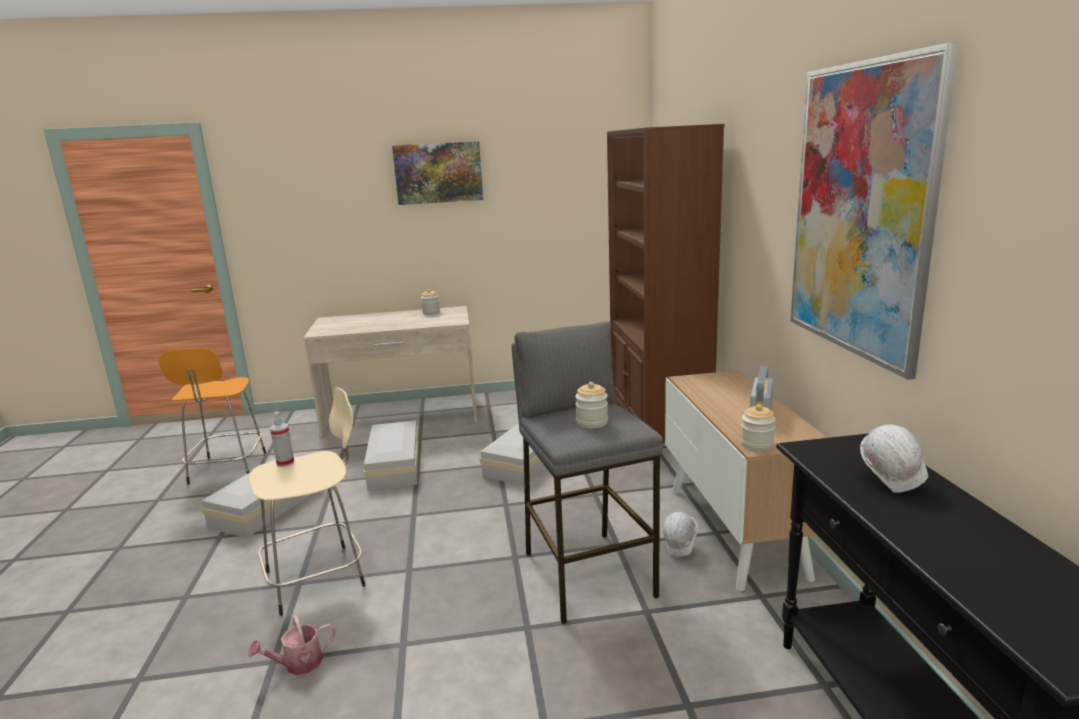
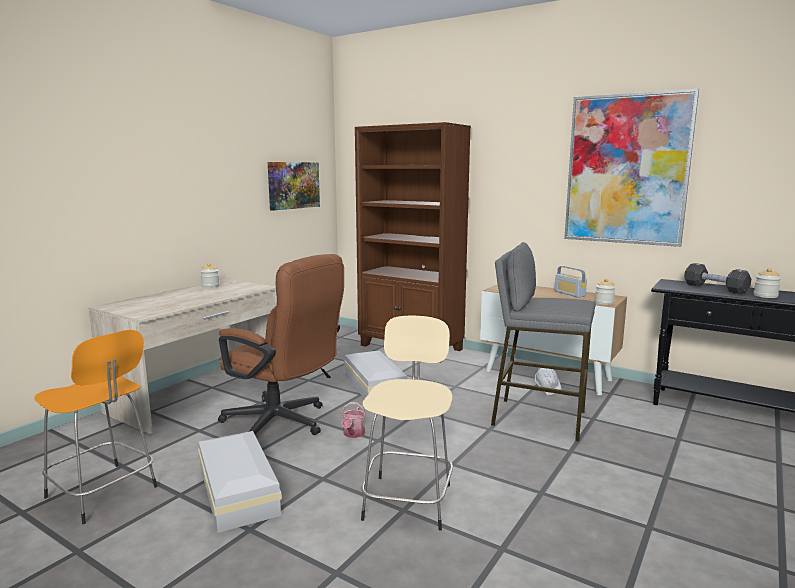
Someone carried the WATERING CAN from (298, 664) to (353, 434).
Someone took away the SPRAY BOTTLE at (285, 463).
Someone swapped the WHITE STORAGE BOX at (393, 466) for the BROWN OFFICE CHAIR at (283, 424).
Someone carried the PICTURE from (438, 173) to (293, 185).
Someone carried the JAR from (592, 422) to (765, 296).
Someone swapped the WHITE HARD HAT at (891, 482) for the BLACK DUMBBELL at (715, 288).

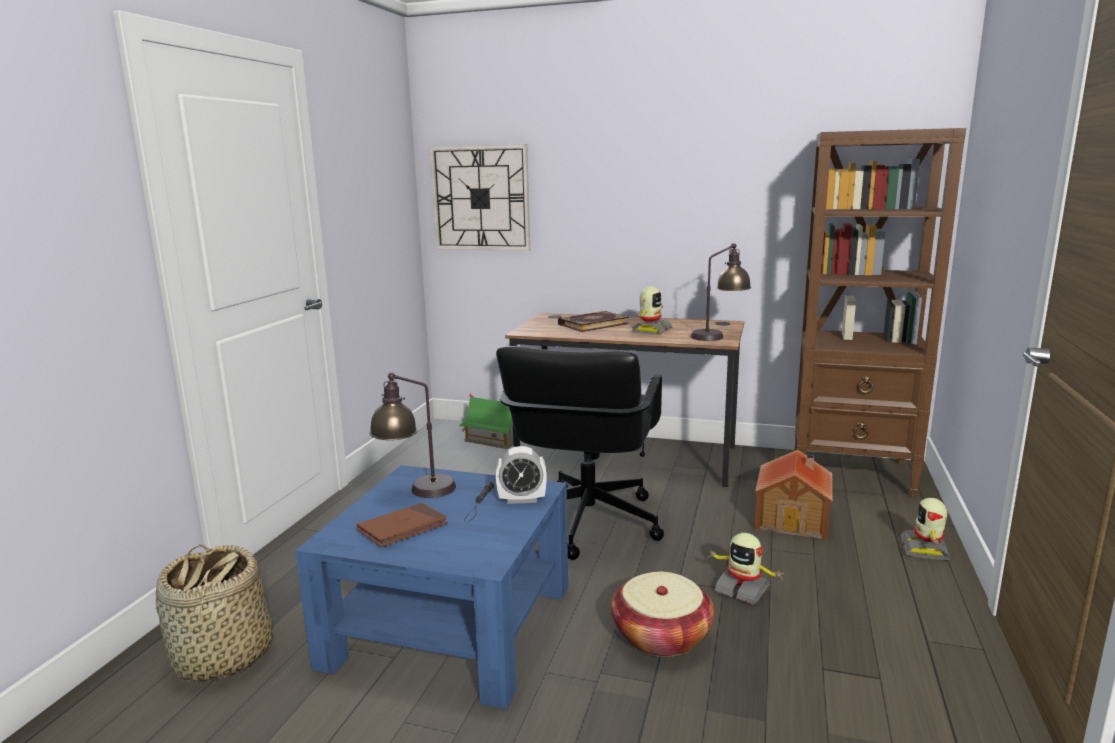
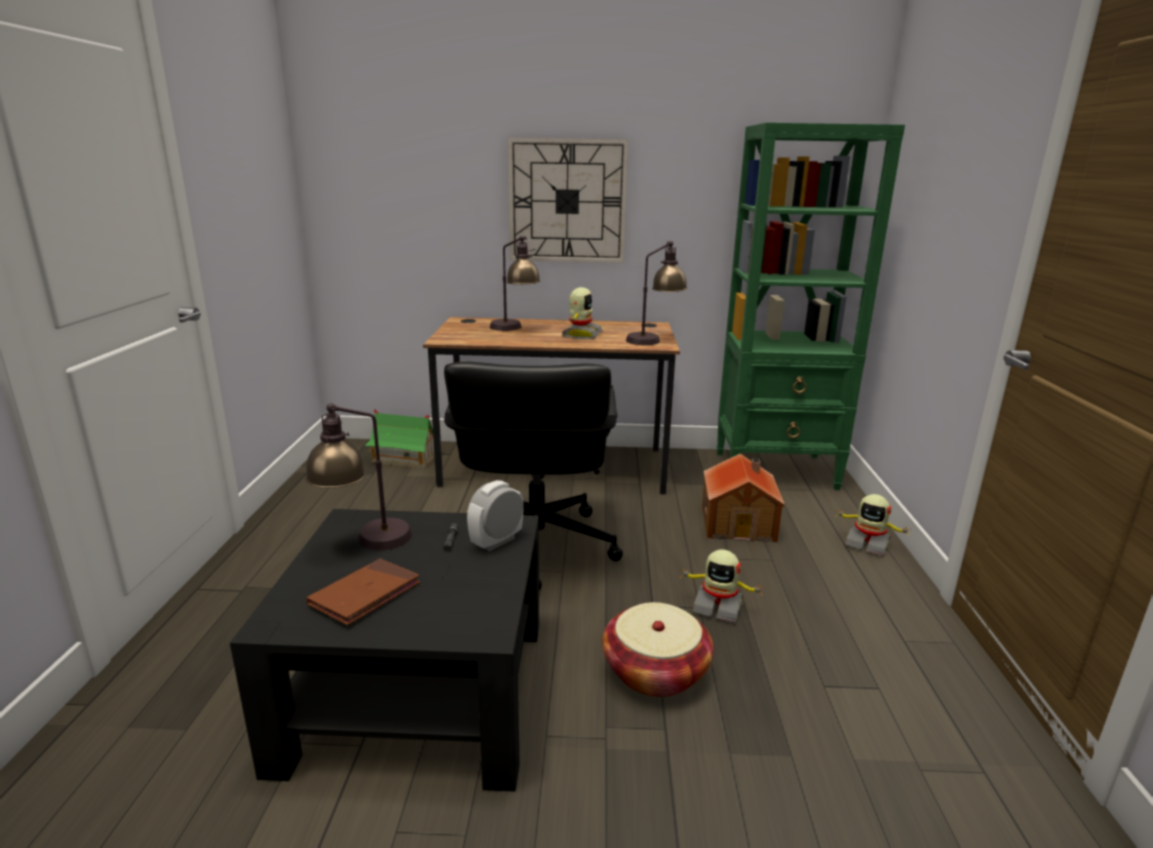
Someone took away the BASKET at (222, 657).
Someone repainted the BLUE COFFEE TABLE at (450, 625), which became the BLACK COFFEE TABLE at (418, 692).
Someone carried the WALL CLOCK from (481, 198) to (567, 201).
Someone rotated the ALARM CLOCK at (522, 499) by 150 degrees clockwise.
Someone swapped the BOOK at (592, 324) for the TABLE LAMP at (515, 329).
Someone repainted the BROWN BOOKCASE at (852, 474), which became the GREEN BOOKCASE at (776, 470).
Someone rotated the TOY ROBOT at (925, 549) by 60 degrees counterclockwise.

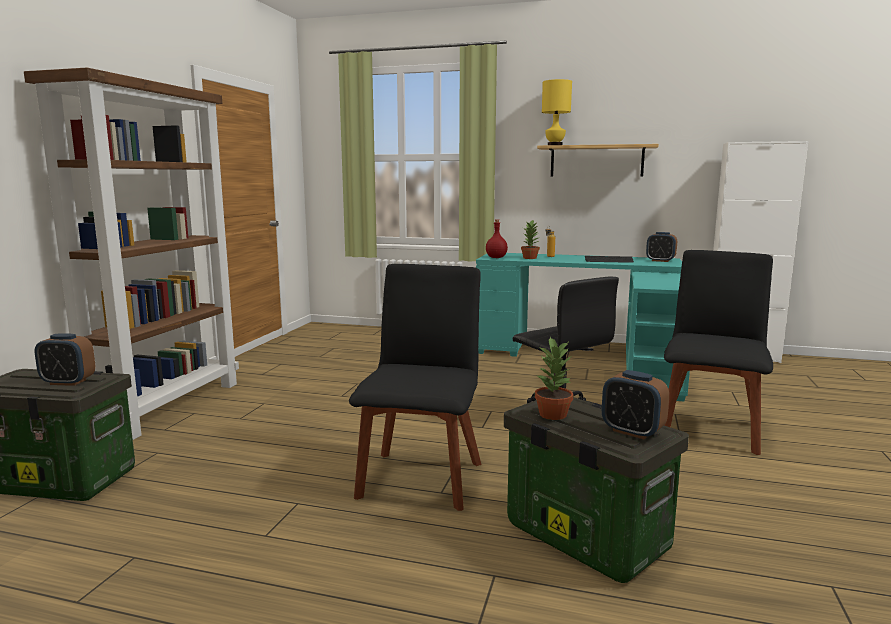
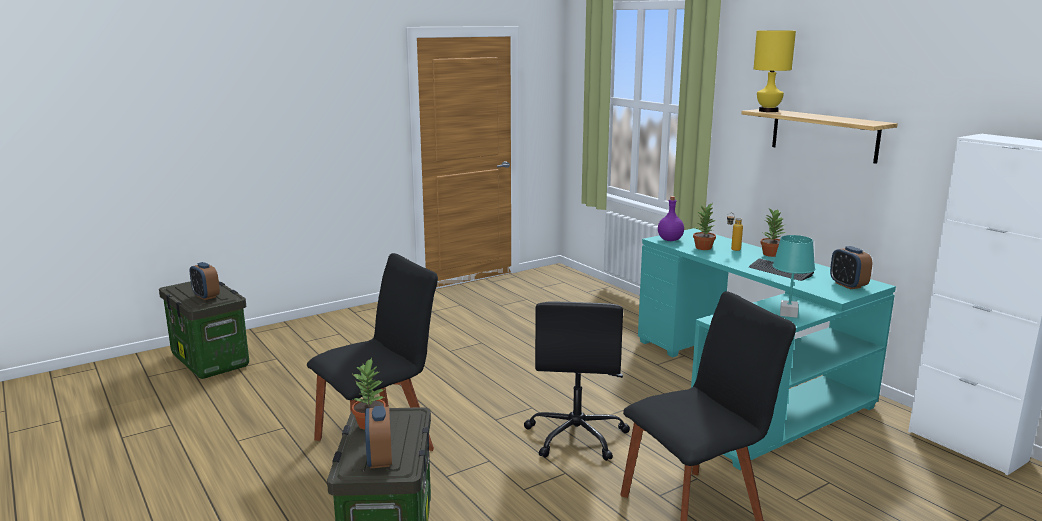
Someone took away the BROWN BOOKCASE at (167, 406).
Someone repainted the RED BOTTLE at (496, 257), which became the PURPLE BOTTLE at (669, 240).
Someone put down the POTTED PLANT at (771, 254).
Someone put down the TURQUOISE TABLE LAMP at (788, 313).

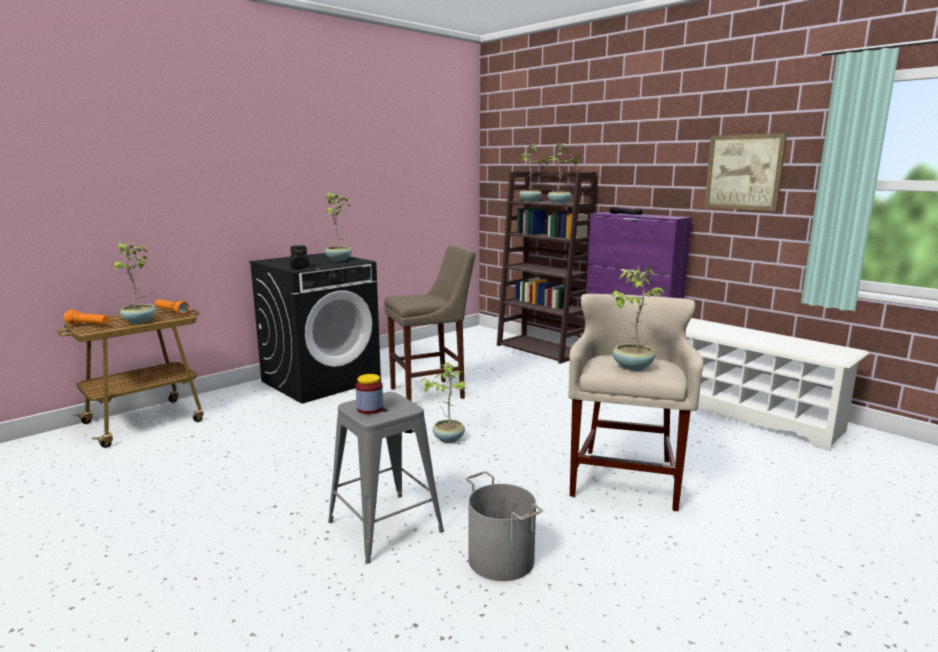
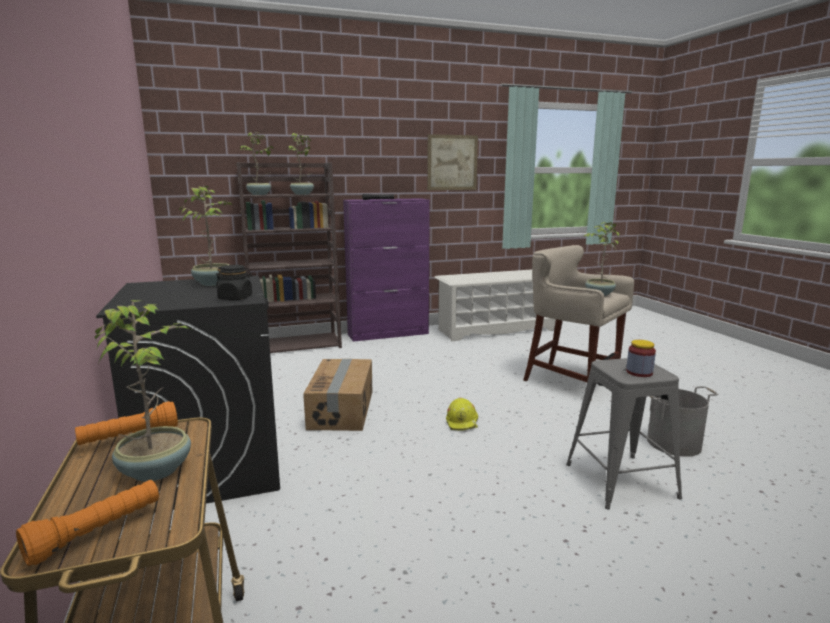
Someone swapped the BEIGE STOOL at (431, 393) for the CARDBOARD BOX at (342, 409).
Someone swapped the POTTED PLANT at (448, 438) for the YELLOW HARD HAT at (462, 422).

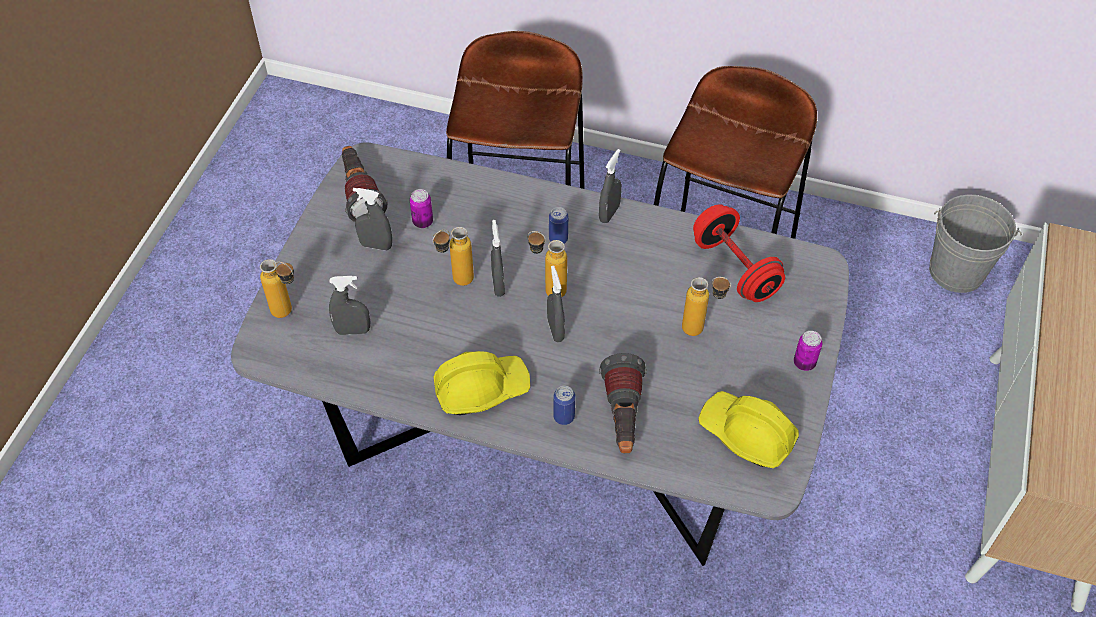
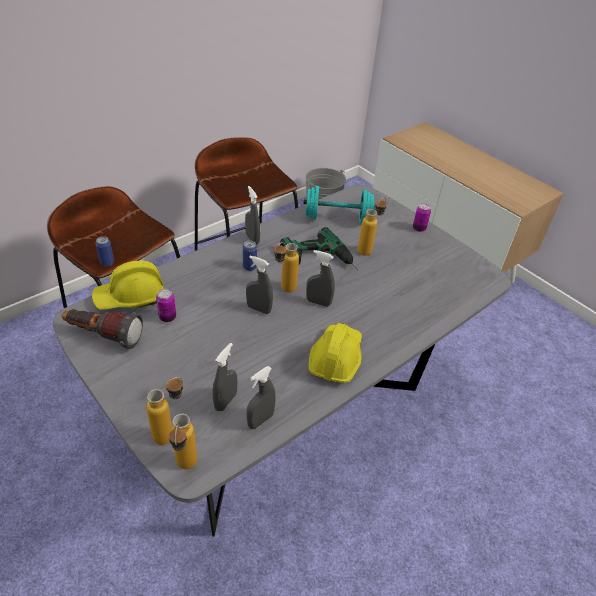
Someone carried the GREY SPRAY BOTTLE from (376, 245) to (260, 420).
Someone carried the BOTTLE from (455, 282) to (185, 469).
Someone carried the CAN from (564, 417) to (107, 263).
Someone took away the FLASHLIGHT at (623, 418).
Someone repainted the RED DUMBBELL at (735, 268), which became the TURQUOISE DUMBBELL at (337, 218).
Someone carried the YELLOW HARD HAT from (747, 434) to (130, 297).
Someone put down the POWER DRILL at (321, 261).

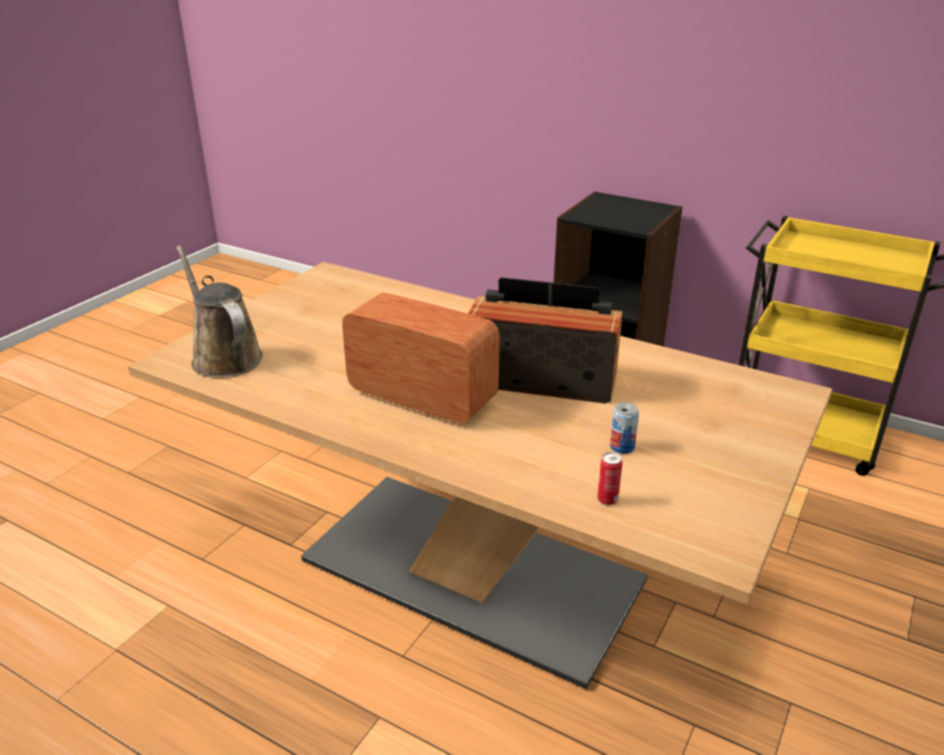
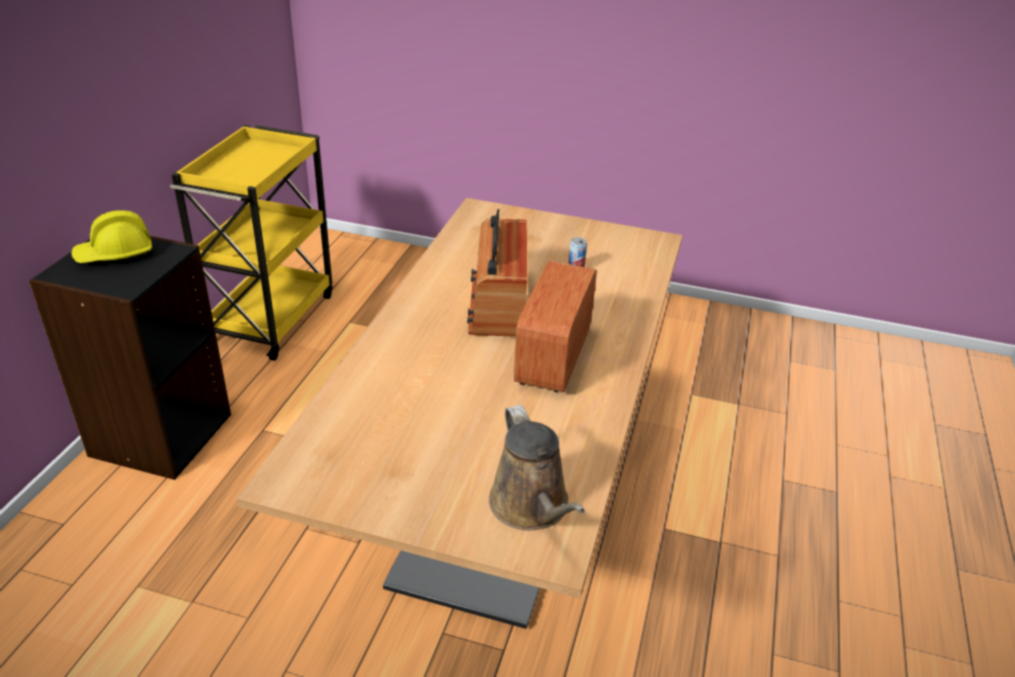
Someone rotated the BROWN WATERING CAN at (224, 357) by 60 degrees counterclockwise.
Someone took away the CAN at (607, 500).
Someone put down the YELLOW HARD HAT at (115, 255).

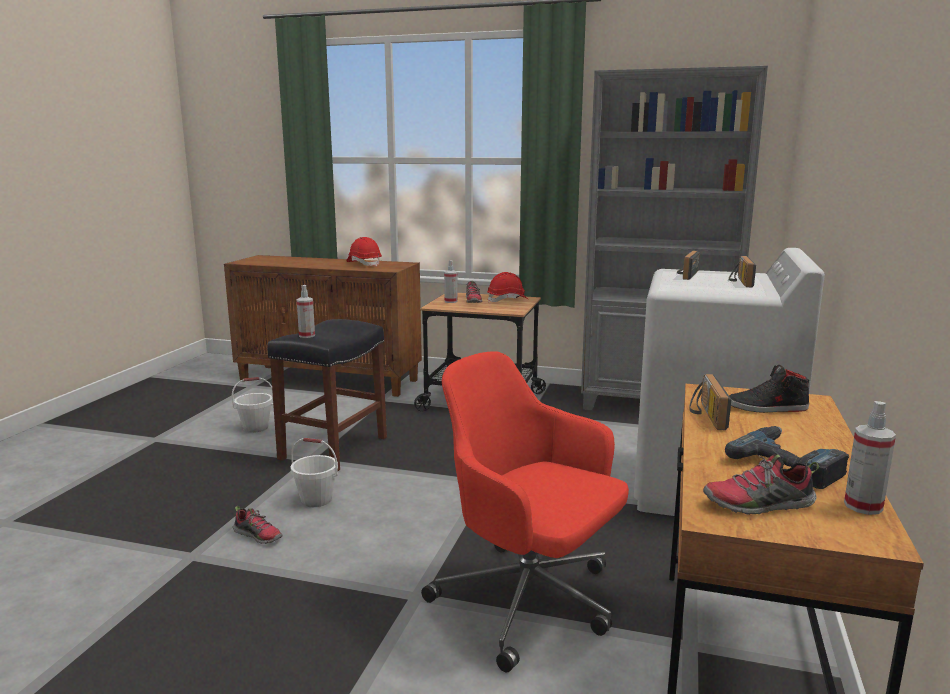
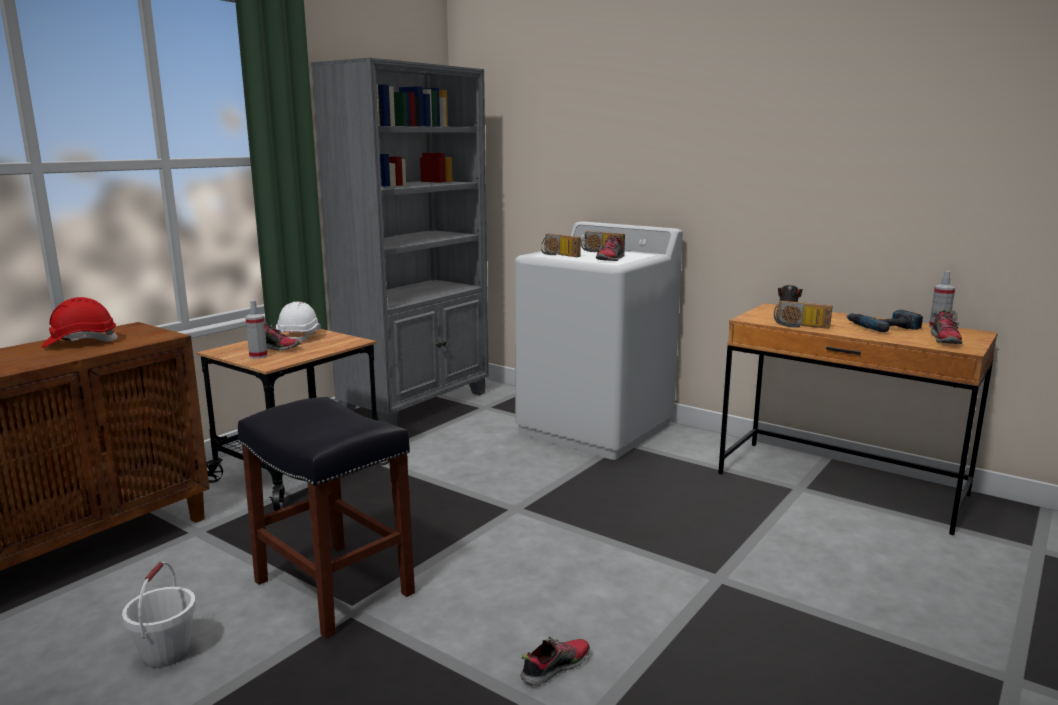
Someone took away the WHITE BUCKET at (316, 500).
Someone took away the SPRAY BOTTLE at (307, 335).
Someone took away the RED OFFICE CHAIR at (529, 602).
Someone repainted the RED HARD HAT at (508, 300), which became the WHITE HARD HAT at (300, 337).
Someone put down the SHOE at (611, 259).

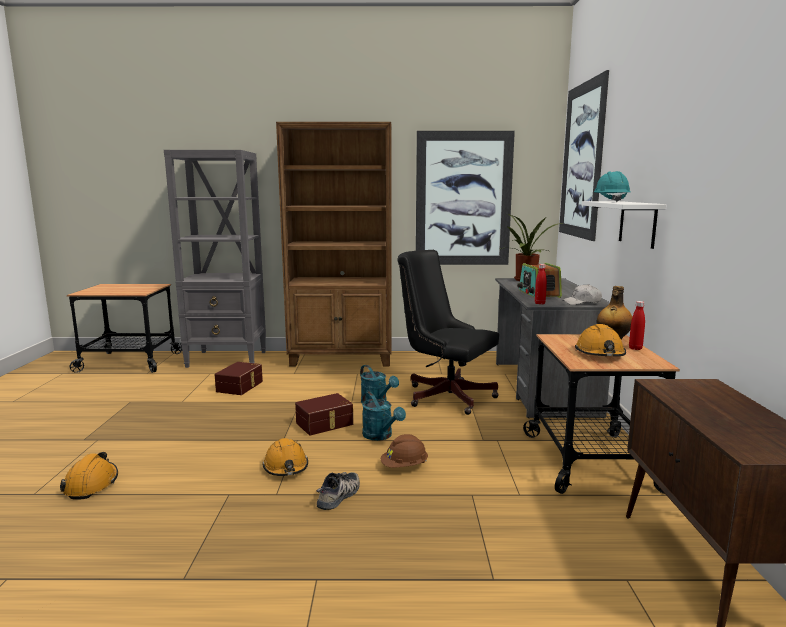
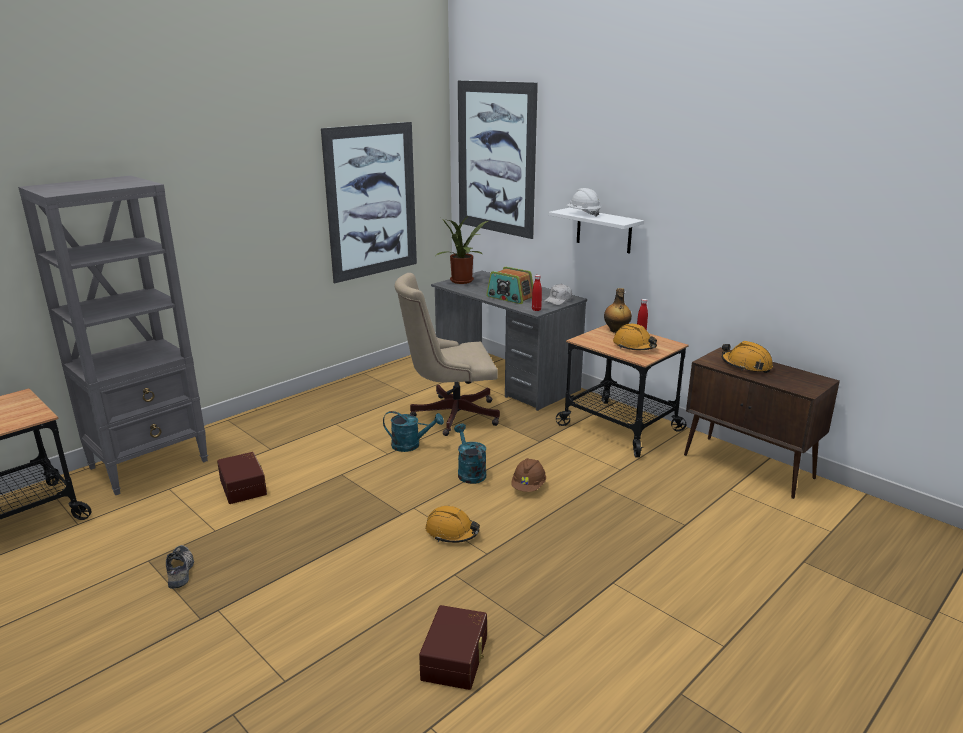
Someone carried the ORANGE HARD HAT from (91, 484) to (746, 365).
Someone took away the BROWN BOOKCASE at (342, 359).
Someone carried the BROWN STORAGE BOX from (325, 424) to (456, 658).
Someone carried the SHOE from (340, 496) to (181, 570).
Someone rotated the TURQUOISE WATERING CAN at (381, 436) by 120 degrees counterclockwise.
Someone repainted the BLACK OFFICE CHAIR at (445, 395), which became the BEIGE OFFICE CHAIR at (449, 415).
Someone repainted the TURQUOISE HARD HAT at (610, 201), which became the WHITE HARD HAT at (583, 214).

